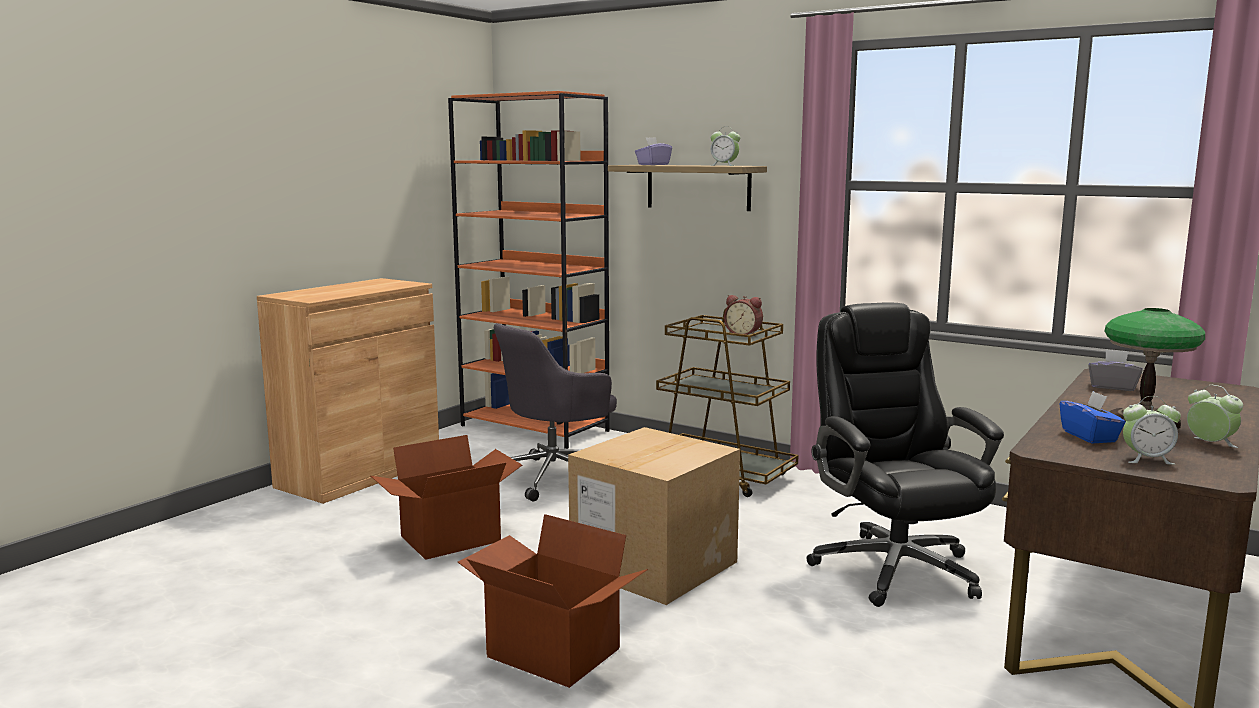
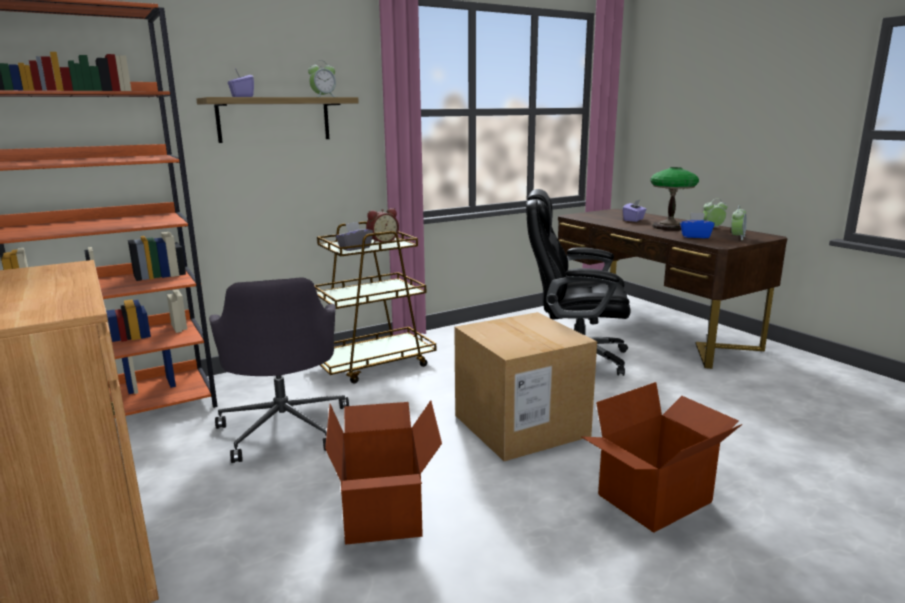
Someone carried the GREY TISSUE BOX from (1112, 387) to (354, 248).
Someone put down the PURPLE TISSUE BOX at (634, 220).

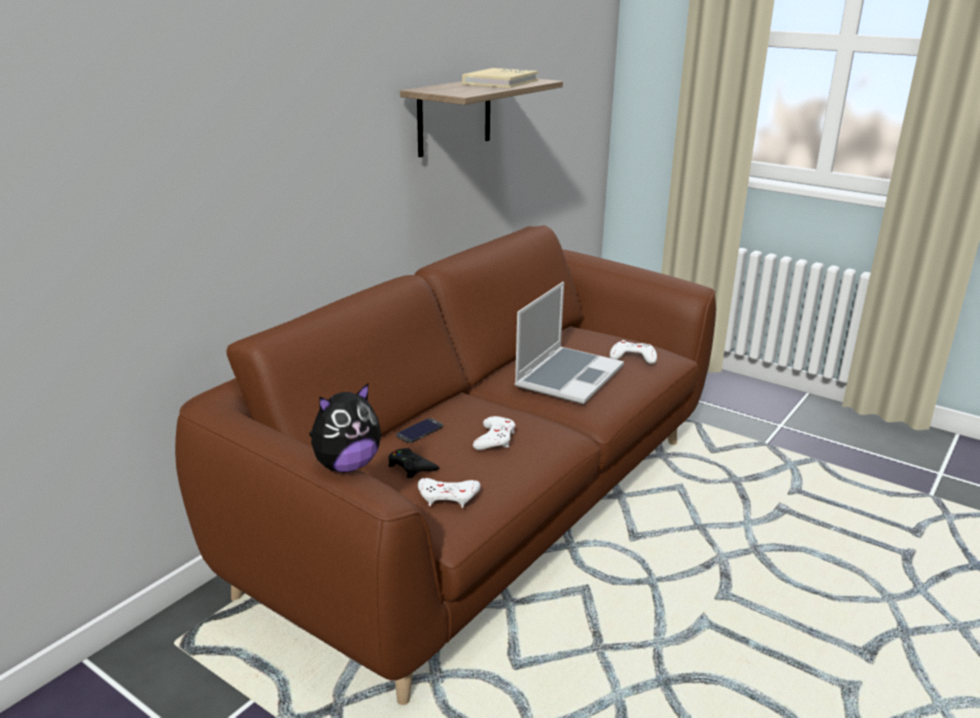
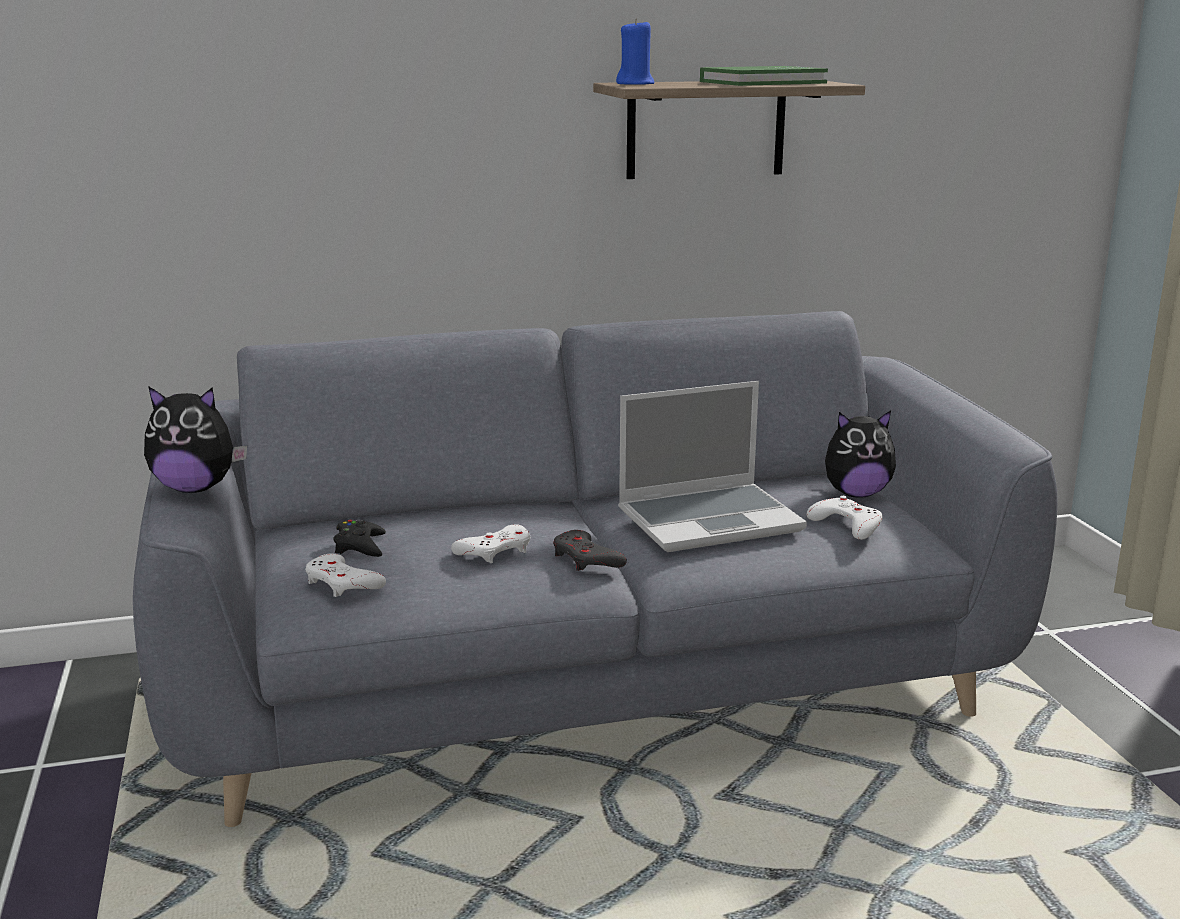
Someone repainted the BROWN SOFA at (487, 510), which became the GREY SOFA at (589, 690).
Someone took away the PHONE at (420, 431).
Someone repainted the BEIGE BOOK at (501, 82), which became the GREEN BOOK at (762, 82).
Someone put down the GREY GAME CONTROLLER at (586, 558).
Someone put down the BLUE CANDLE at (635, 84).
Someone put down the PLUSH TOY at (856, 494).

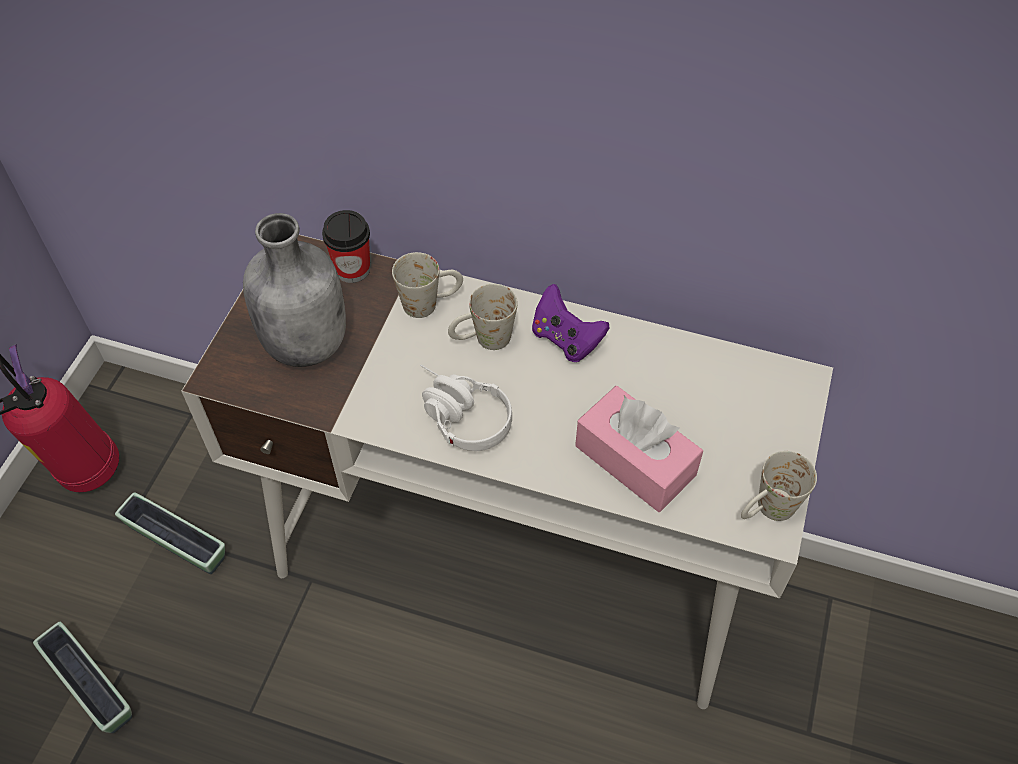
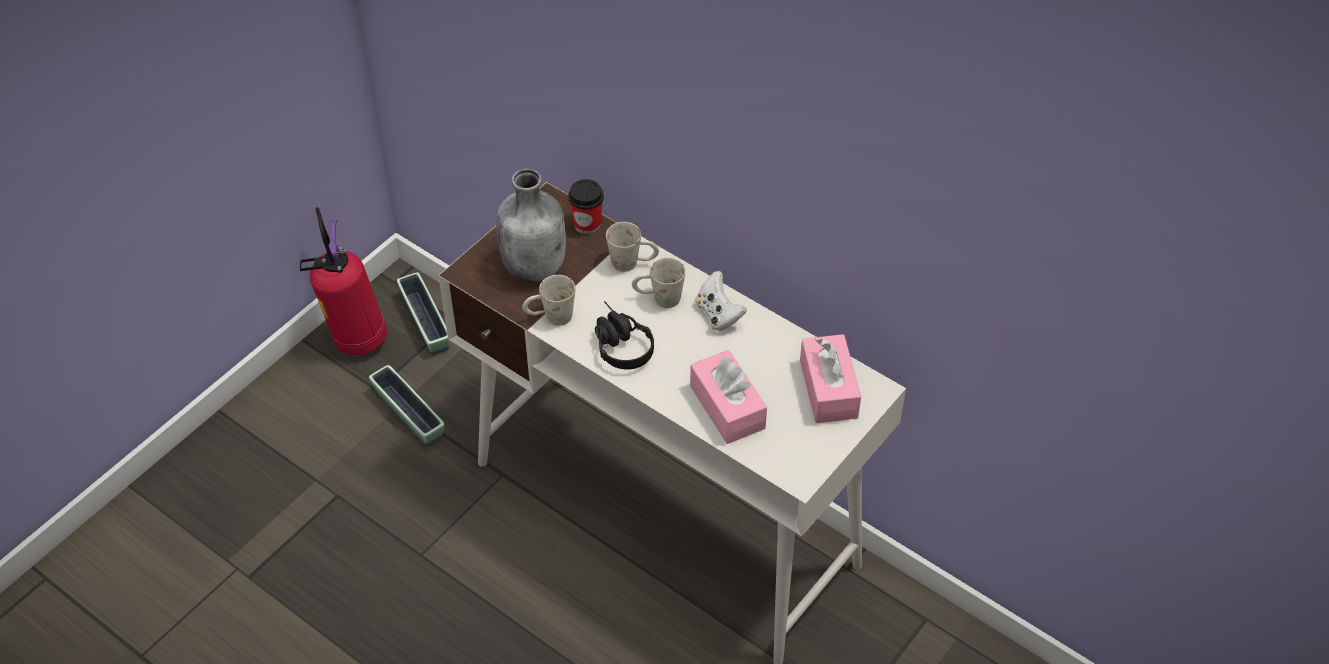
Someone carried the PLANTER from (91, 685) to (425, 323).
Someone repainted the WHITE HEADPHONES at (457, 415), which became the BLACK HEADPHONES at (618, 343).
Someone repainted the PURPLE GAME CONTROLLER at (566, 339), which became the WHITE GAME CONTROLLER at (718, 314).
Someone carried the WHITE MUG from (766, 511) to (550, 317).
Someone put down the PINK TISSUE BOX at (828, 389).

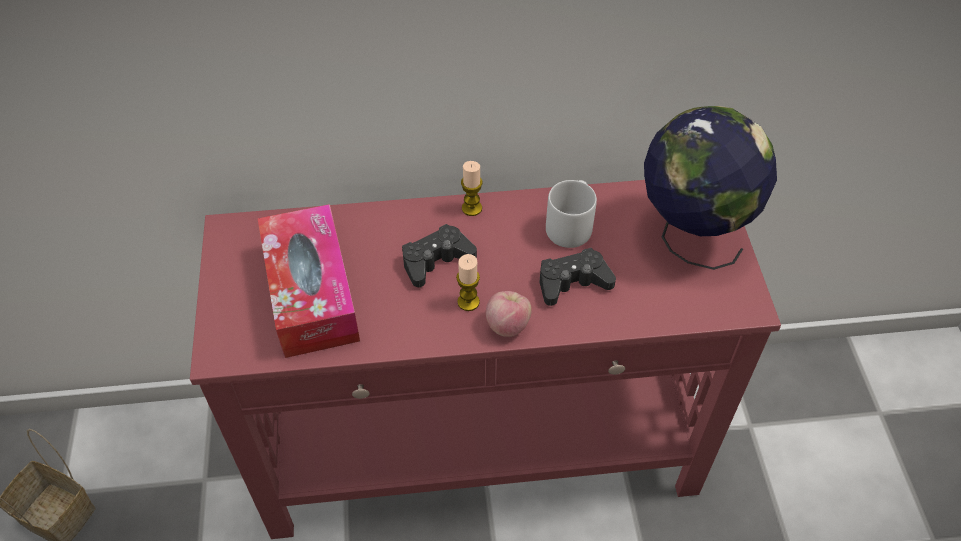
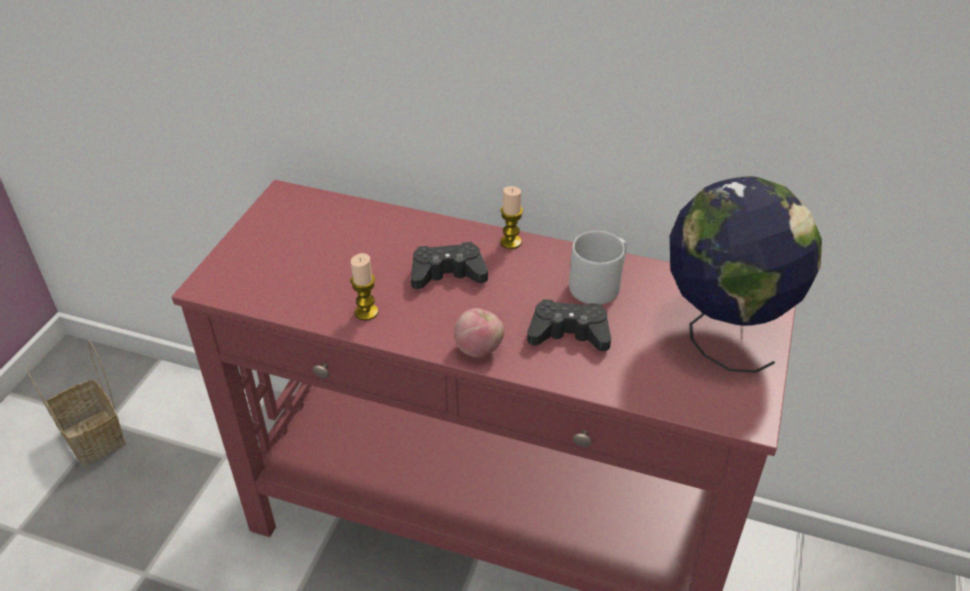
Someone took away the TISSUE BOX at (311, 293).
Someone carried the CANDLE from (468, 302) to (366, 312).

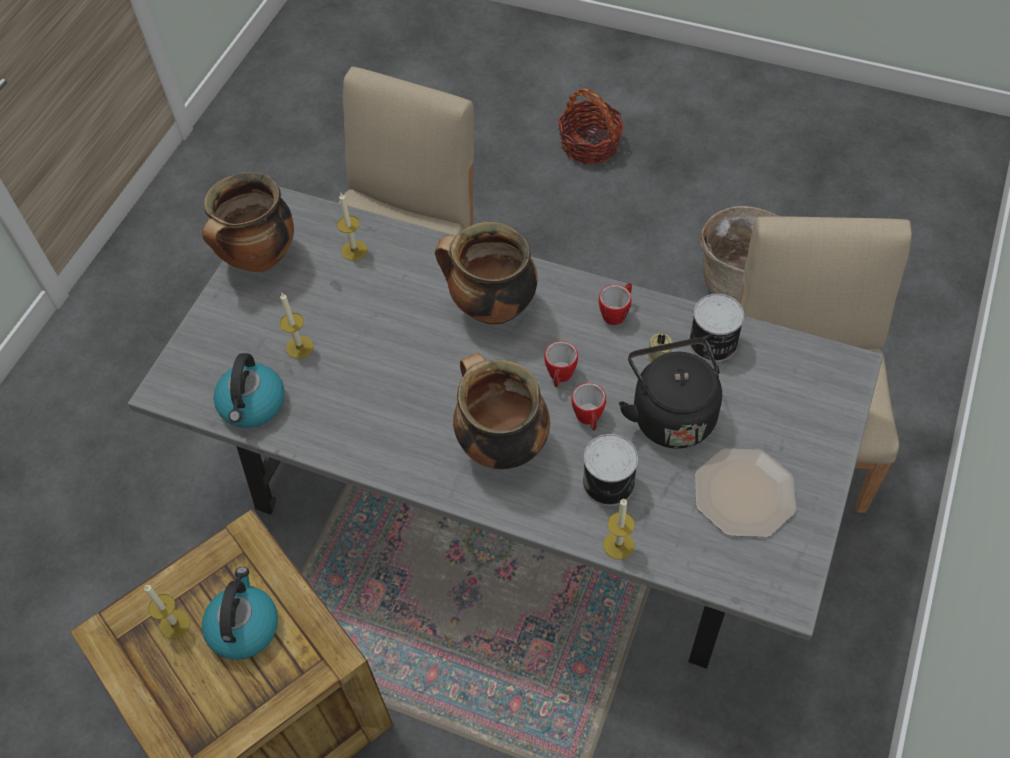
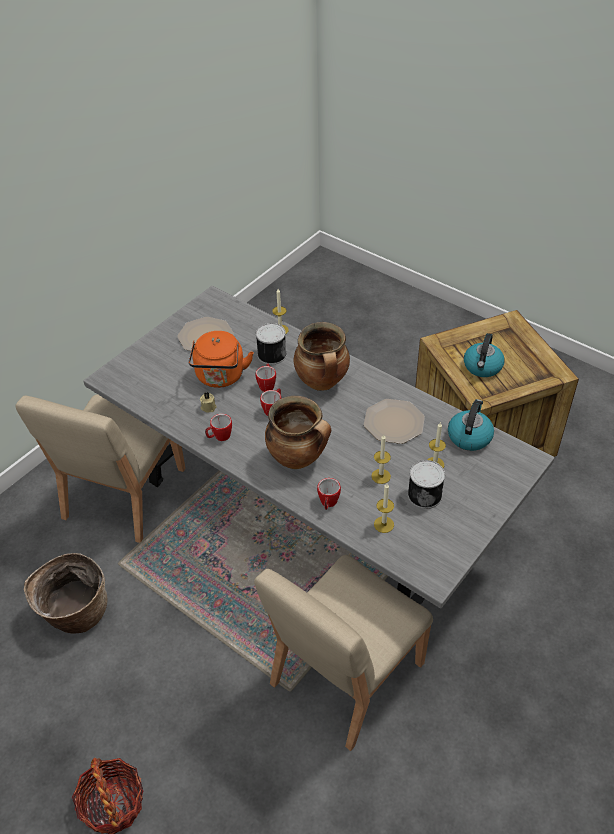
Someone carried the CANDLE from (175, 624) to (381, 476).
Someone took away the COOKING POT at (260, 259).
Someone repainted the BLACK KETTLE at (670, 414), which became the ORANGE KETTLE at (220, 377).
Someone carried the CAN from (713, 343) to (425, 494).
Someone put down the MUG at (328, 504).
Someone put down the PLATE at (394, 422).

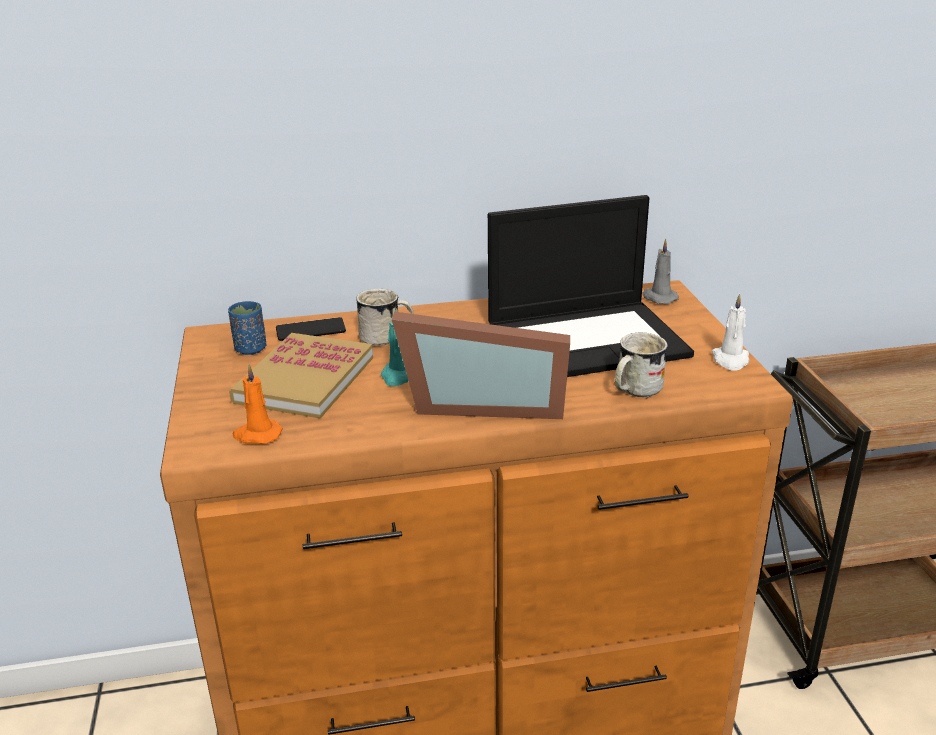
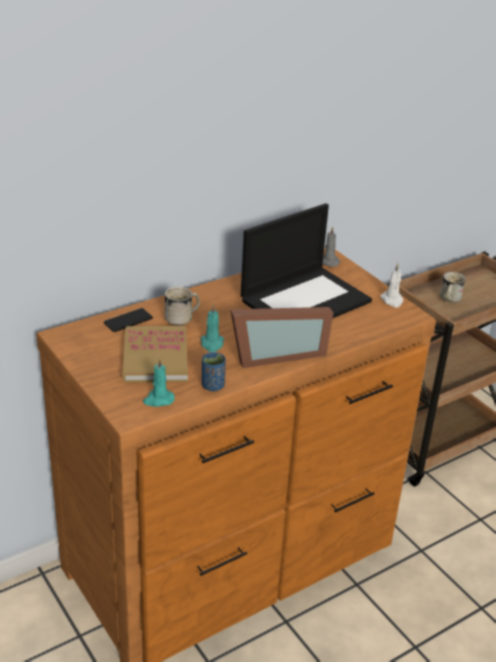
Someone carried the BLUE CUP from (250, 349) to (213, 386).
Someone repainted the ORANGE CANDLE at (257, 435), which became the TURQUOISE CANDLE at (158, 400).
Someone carried the WHITE MUG from (634, 390) to (449, 299).

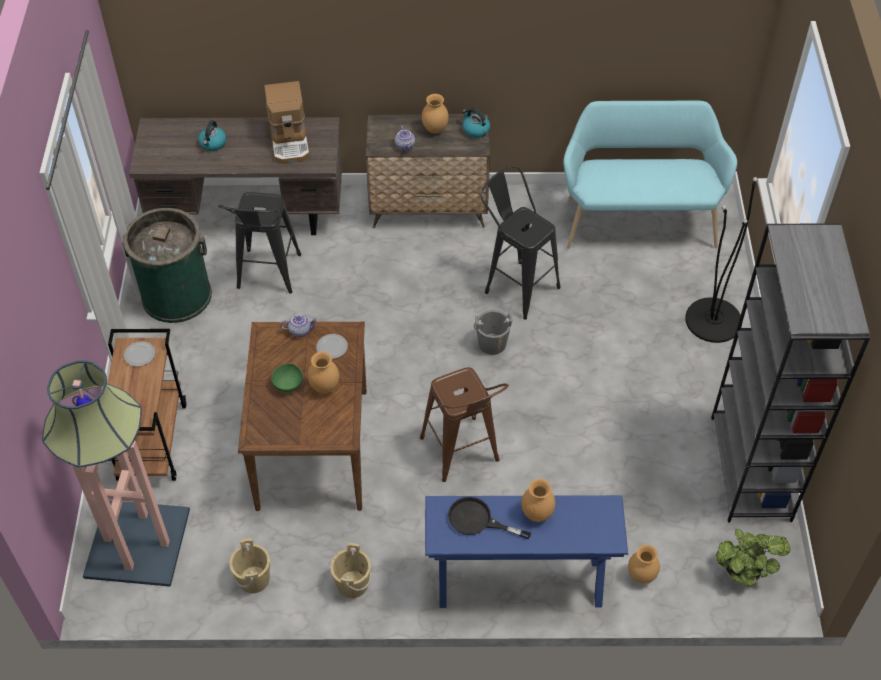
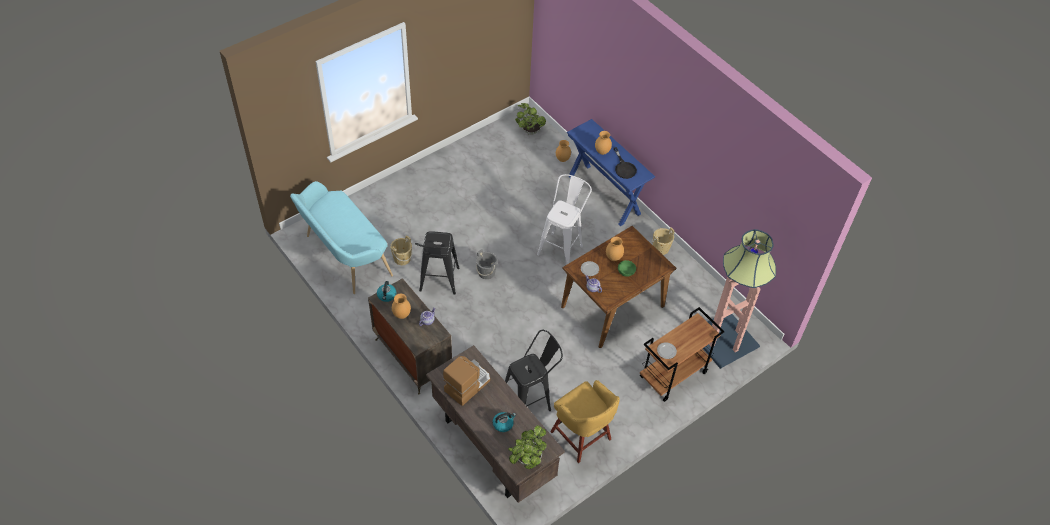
Someone swapped the GREEN TRASH CAN at (176, 295) for the YELLOW STOOL at (582, 437).
Someone carried the BEIGE BUCKET from (254, 579) to (402, 258).
Someone repainted the BROWN STOOL at (462, 456), which became the WHITE STOOL at (562, 247).
Someone took away the BLACK FLOOR LAMP at (713, 320).
Someone took away the GREY BOOKCASE at (751, 468).
Someone put down the POTTED PLANT at (527, 459).

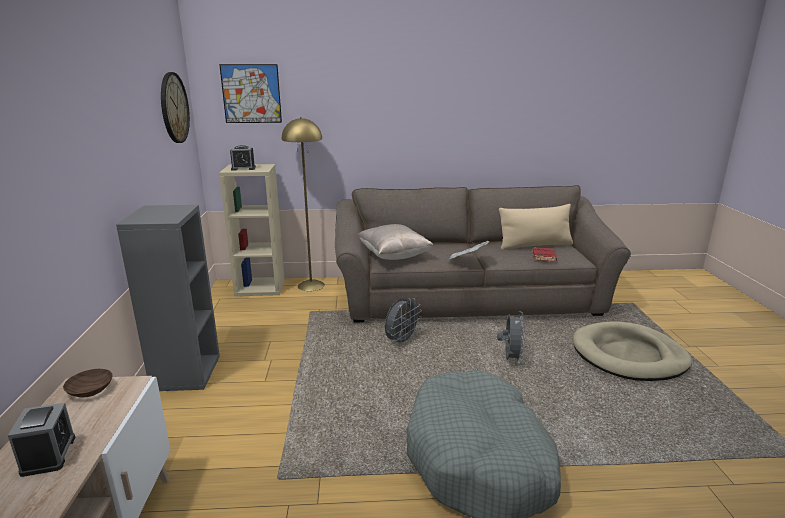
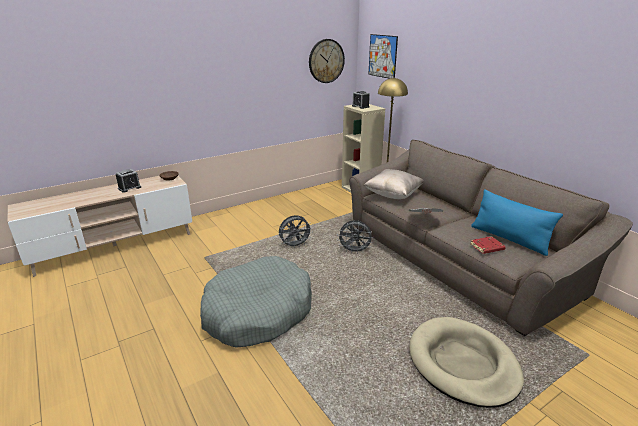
Someone took away the GREY BOOKCASE at (186, 372).
Someone carried the GREY FAN from (510, 359) to (295, 246).
Someone repainted the BEIGE PILLOW at (534, 245), which became the BLUE PILLOW at (509, 239).

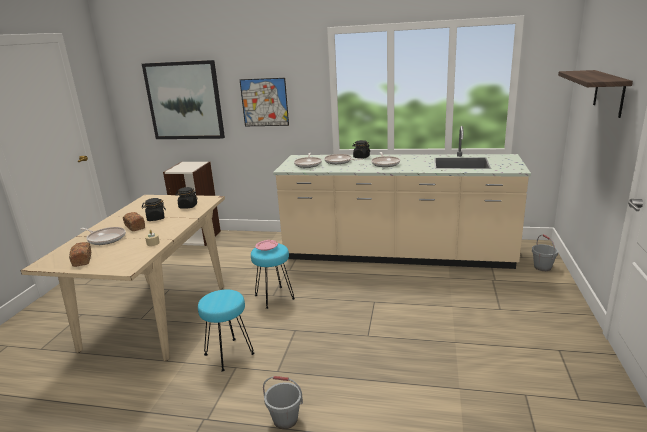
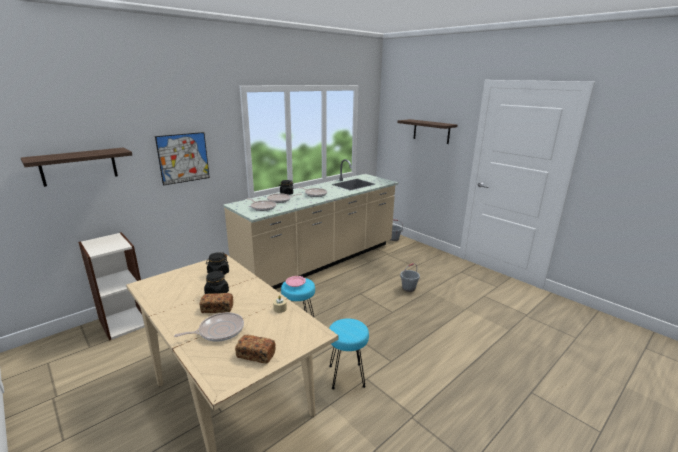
Someone swapped the PICTURE at (184, 101) for the SHELF at (79, 166).
Someone carried the GREY BUCKET from (285, 420) to (408, 288).

